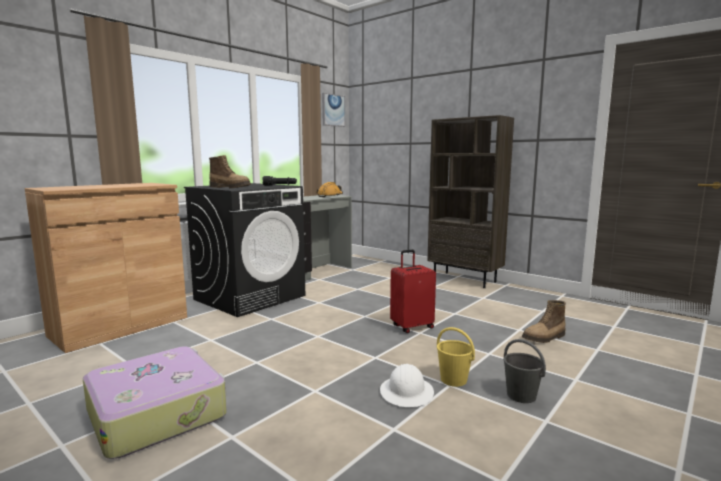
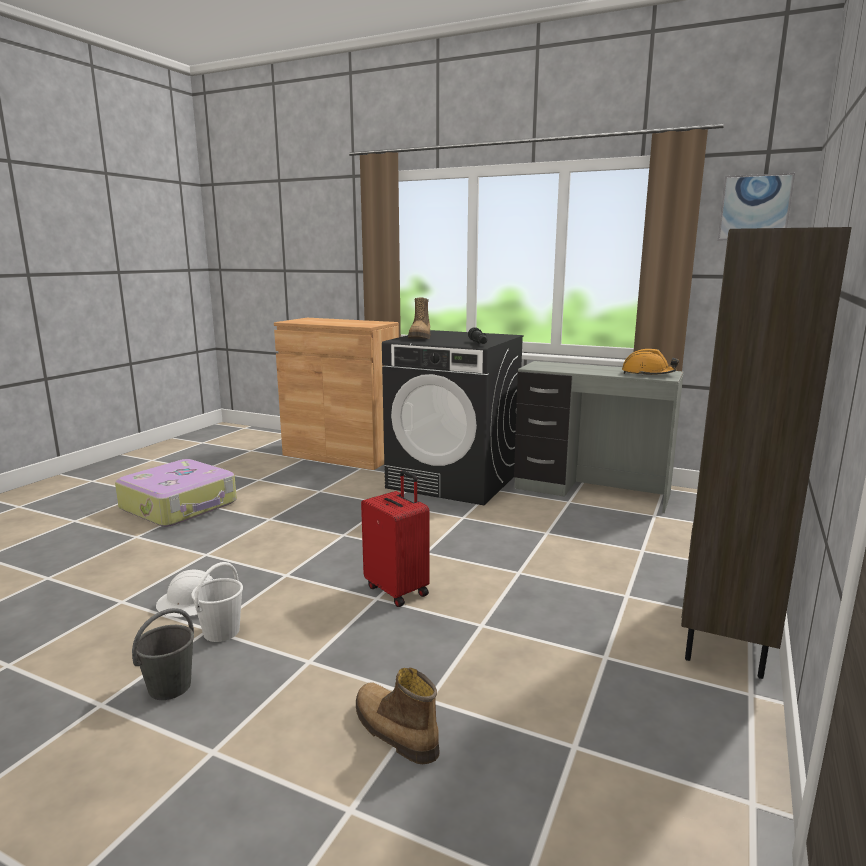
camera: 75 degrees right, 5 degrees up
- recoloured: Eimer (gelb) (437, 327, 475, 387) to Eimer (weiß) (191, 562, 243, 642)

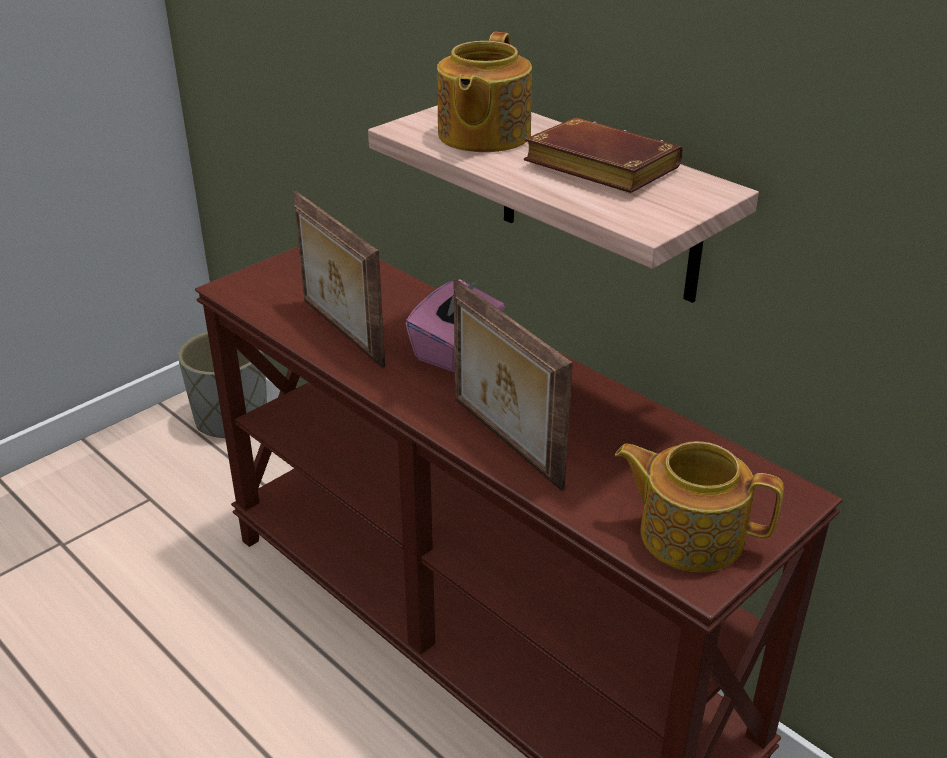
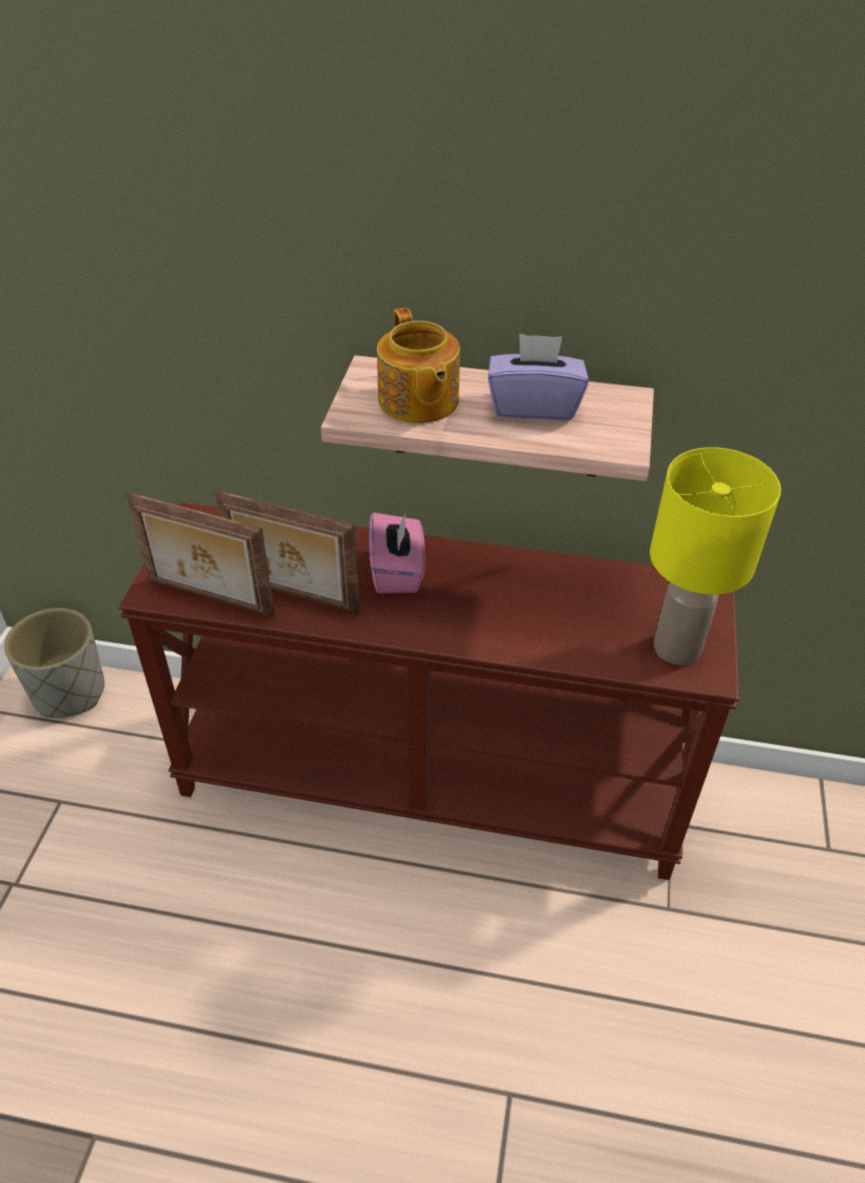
camera: 35 degrees left, 10 degrees up
- replaced: Buch (braun) (524, 118, 683, 193) to Taschentuchbox (lila) (488, 333, 589, 420)
- moved: Bilderrahmen (454, 279, 573, 491) to (126, 492, 275, 617)
- replaced: Teekanne (615, 441, 784, 572) to Tischlampe (gelb) (650, 447, 781, 665)

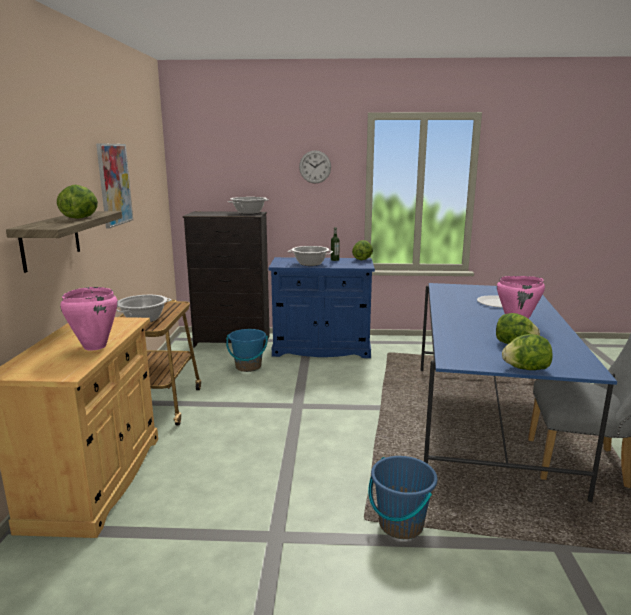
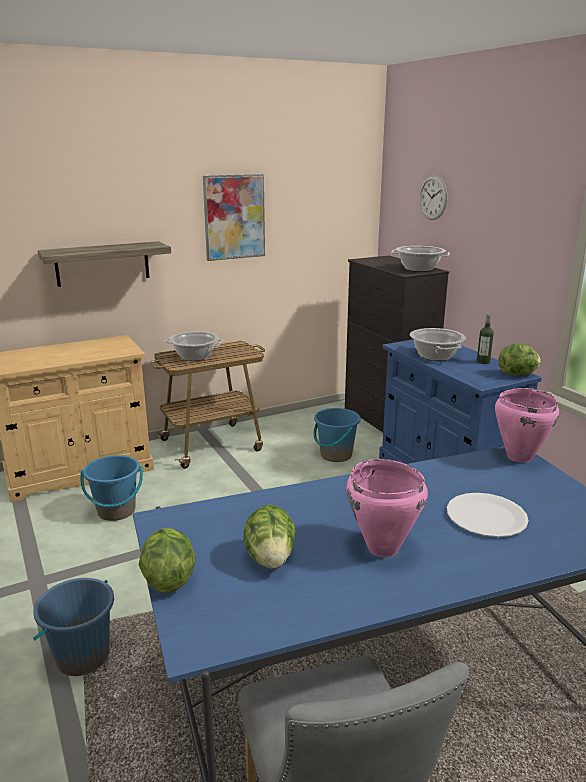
camera: 60 degrees right, 5 degrees up
- moved: Wanduhr (299, 150, 331, 184) to (419, 175, 447, 220)
- removed: Salatkopf (57, 185, 98, 219)
- moved: Kochtopf (rosa) (60, 287, 118, 351) to (495, 388, 559, 463)
- added: Eimer (blau) (80, 455, 143, 521)

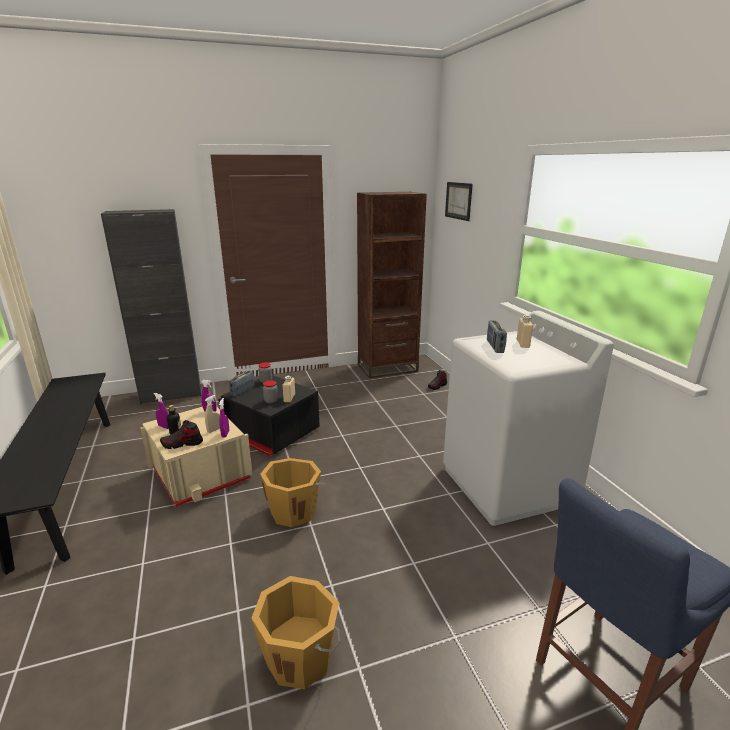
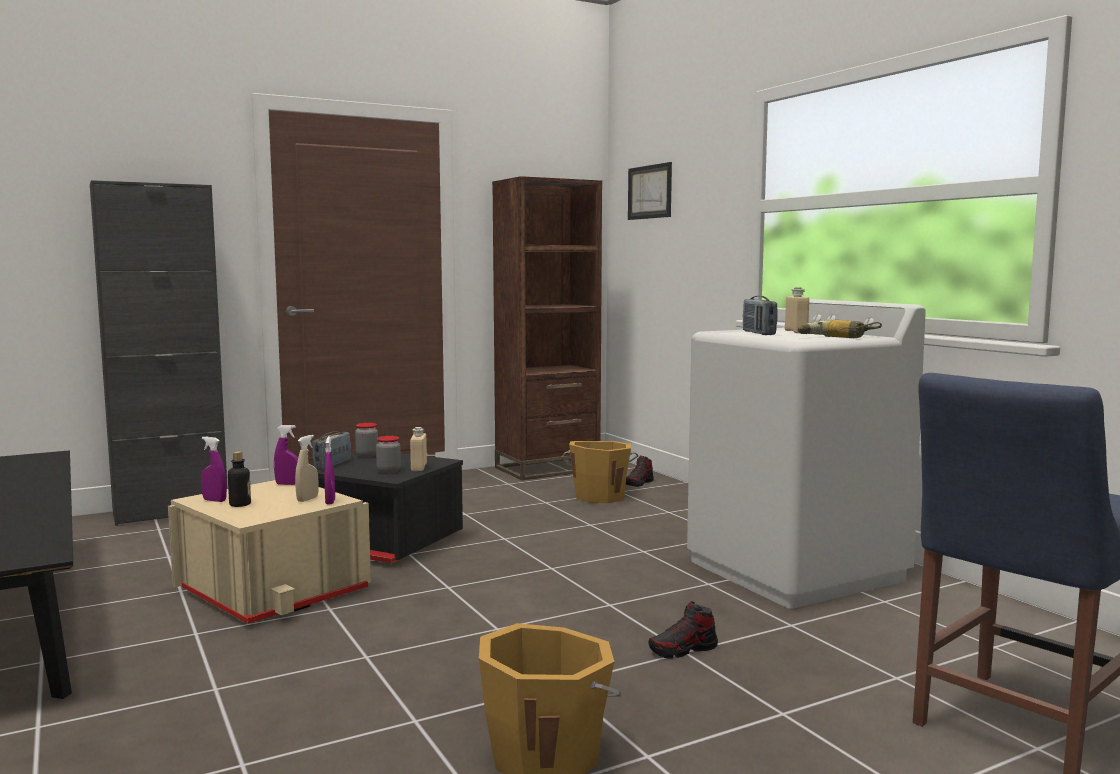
camera: 10 degrees left, 15 degrees down
- moved: Schuh (160, 420, 203, 449) to (648, 601, 718, 659)
- moved: Eimer (orange) (260, 458, 326, 527) to (562, 441, 639, 503)
- added: Bohrmaschine (798, 319, 882, 338)

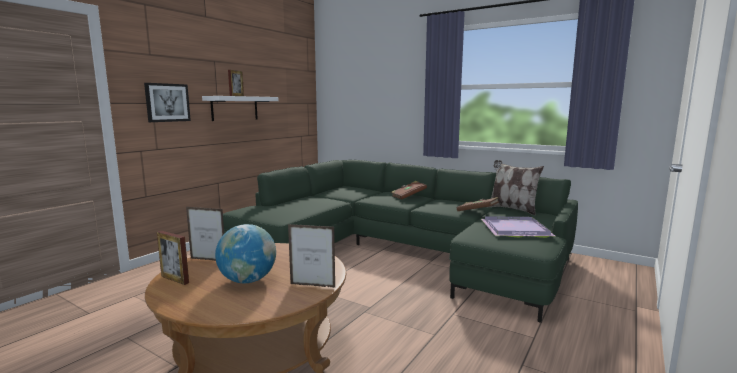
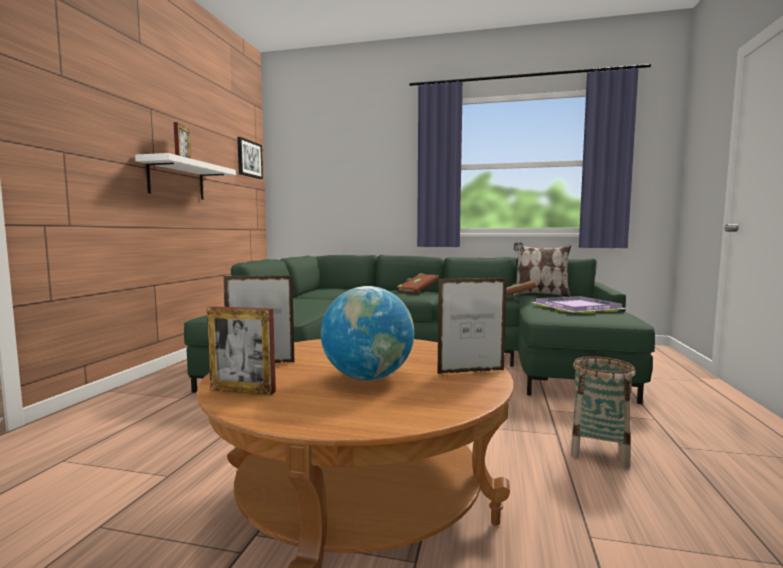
camera: 20 degrees left, 5 degrees down
- moved: Bild (144, 83, 191, 122) to (237, 137, 263, 179)
- added: Korb (571, 356, 636, 468)

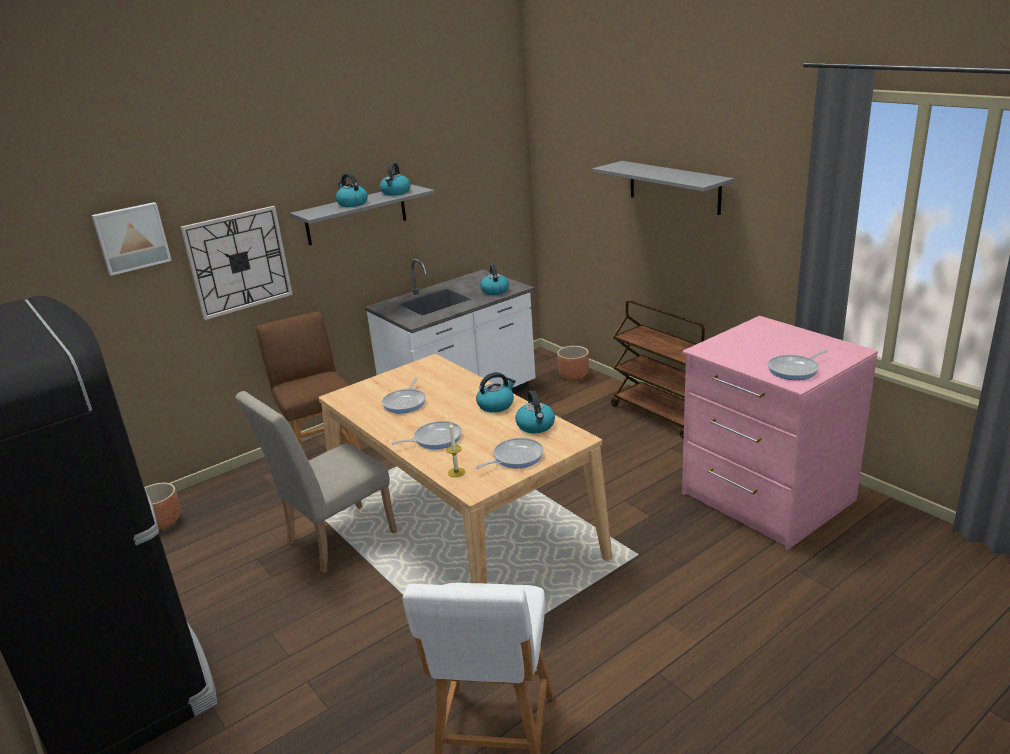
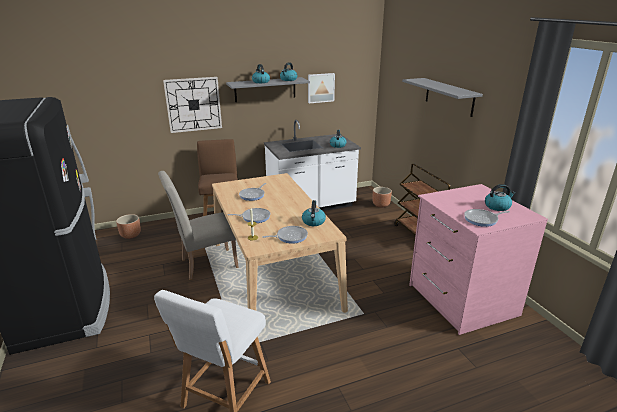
camera: 15 degrees right, 0 degrees up
- moved: Bild (92, 202, 172, 276) to (308, 73, 335, 103)
- moved: Wasserkessel (476, 372, 516, 413) to (485, 184, 515, 211)

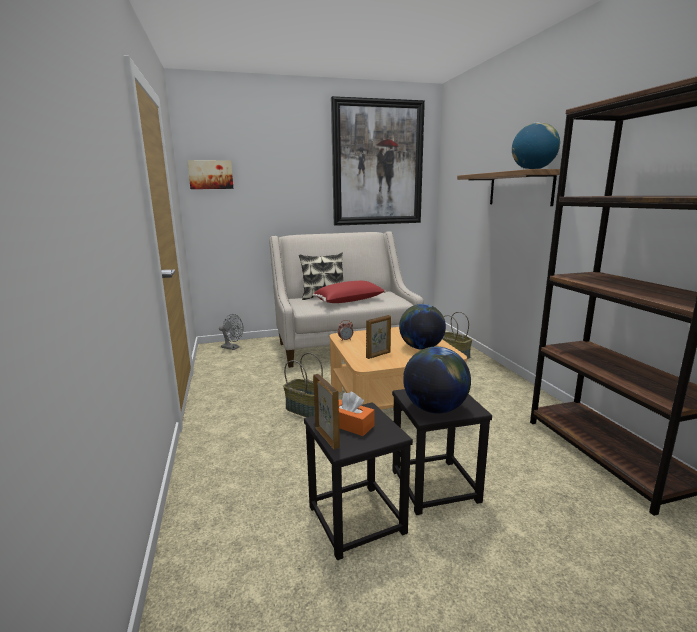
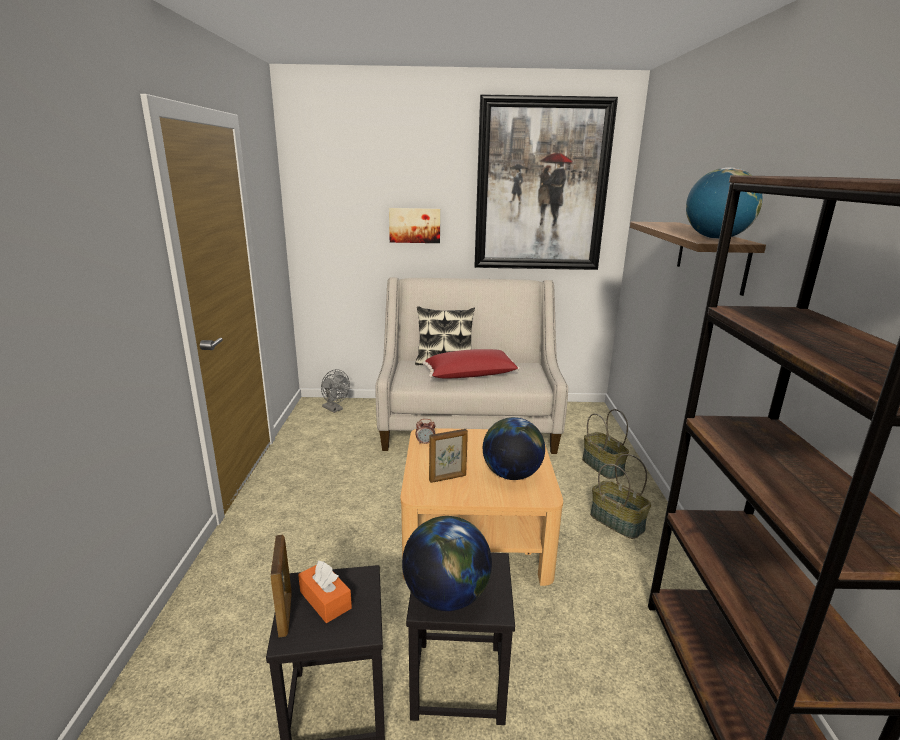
camera: 15 degrees right, 5 degrees up
- moved: Bild (187, 160, 233, 189) to (389, 208, 440, 243)
- moved: Korb (283, 353, 323, 417) to (590, 454, 651, 539)

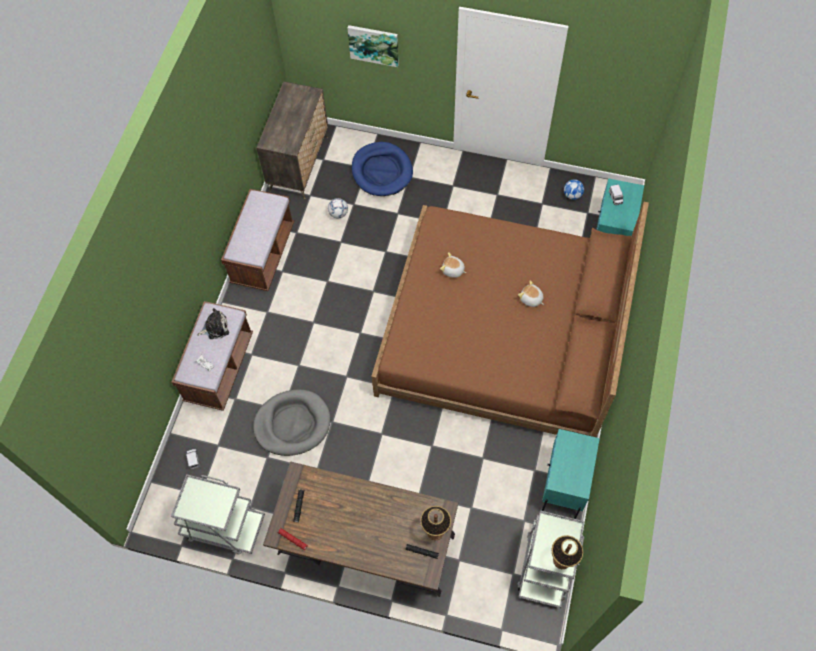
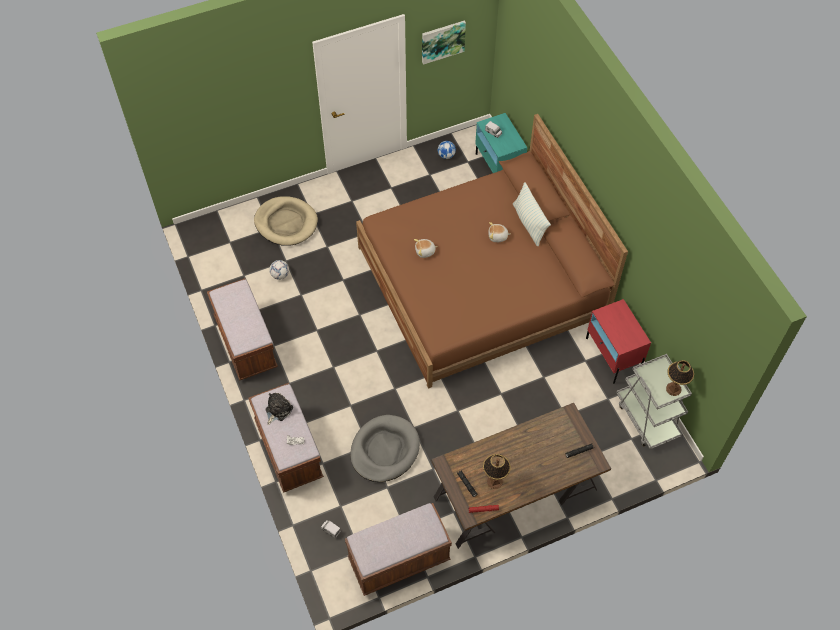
camera: 40 degrees left, 5 degrees down
- moved: Bild (348, 25, 399, 67) to (422, 21, 466, 65)
- removed: Kommode (256, 82, 328, 199)
- recoloured: Hundebett (blau) (352, 142, 413, 196) to Hundebett (beige) (254, 196, 318, 246)
- recoloured: Nachttisch (türkis) (542, 429, 600, 519) to Nachttisch (rot) (586, 299, 651, 384)
- replaced: Rollwagen (grau) (171, 474, 265, 554) to Bank (braun) (345, 503, 452, 596)
- moved: Tischlampe (420, 506, 451, 540) to (483, 454, 511, 489)
- added: Kissen (513, 182, 551, 246)

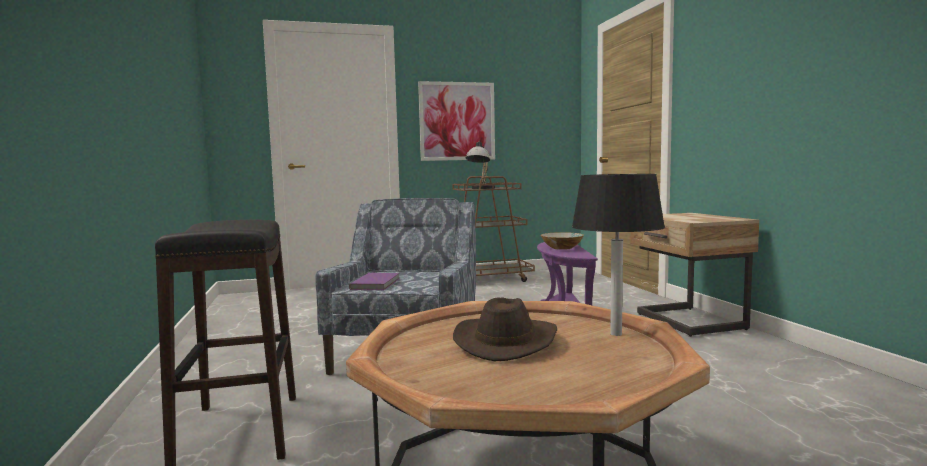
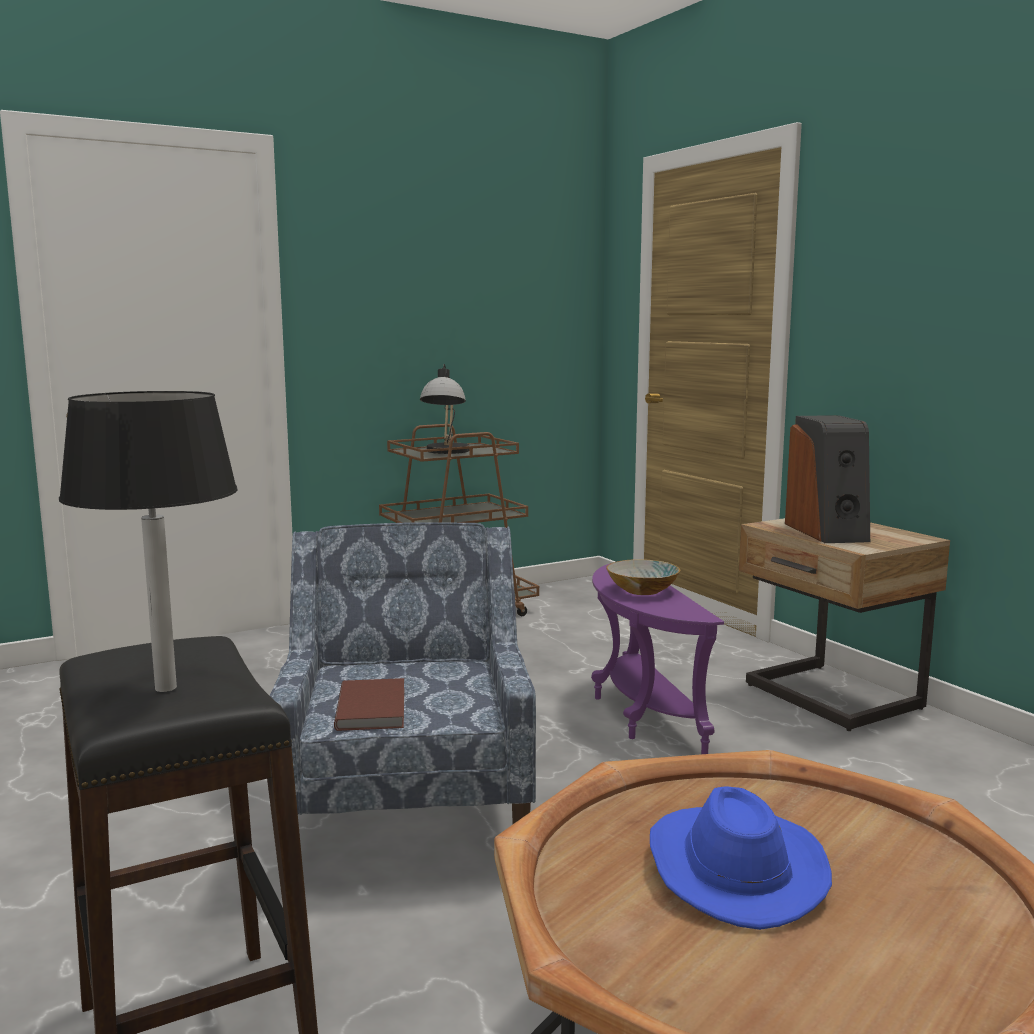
camera: 15 degrees left, 5 degrees up
- removed: Bild (418, 81, 495, 161)
- moved: Tischlampe (schwarz) (572, 174, 665, 336) to (59, 391, 238, 692)
- recoloured: Buch (lila) (349, 273, 399, 290) to Buch (braun) (334, 678, 404, 731)
- recoloured: Hut (braun) (453, 297, 557, 361) to Hut (blau) (650, 786, 832, 930)
- added: Lautsprecher (785, 415, 870, 543)

